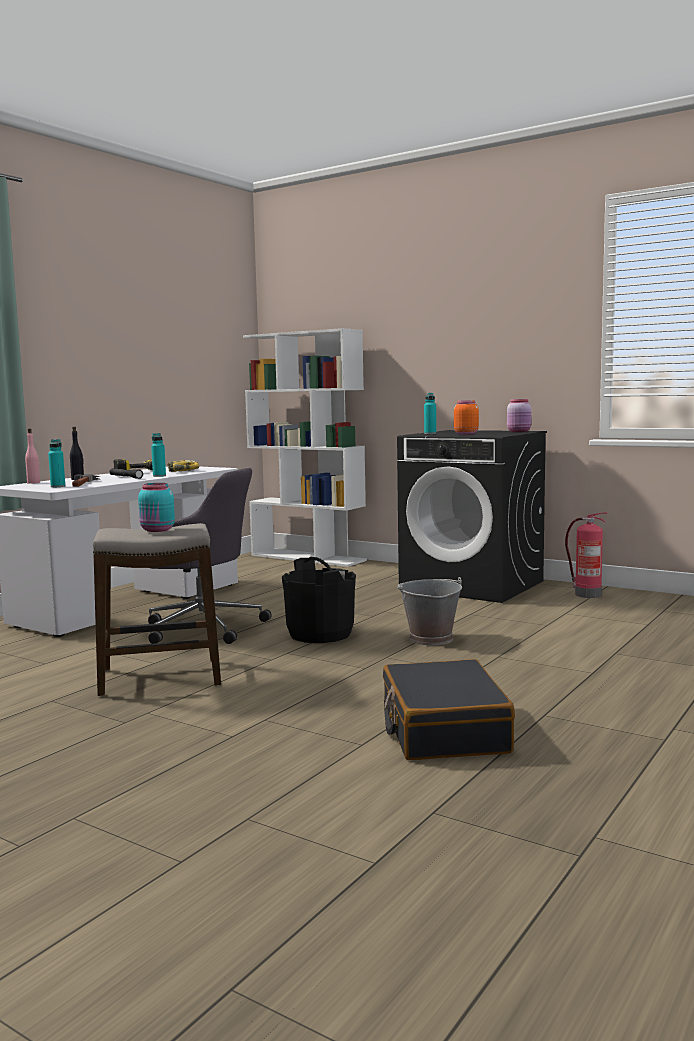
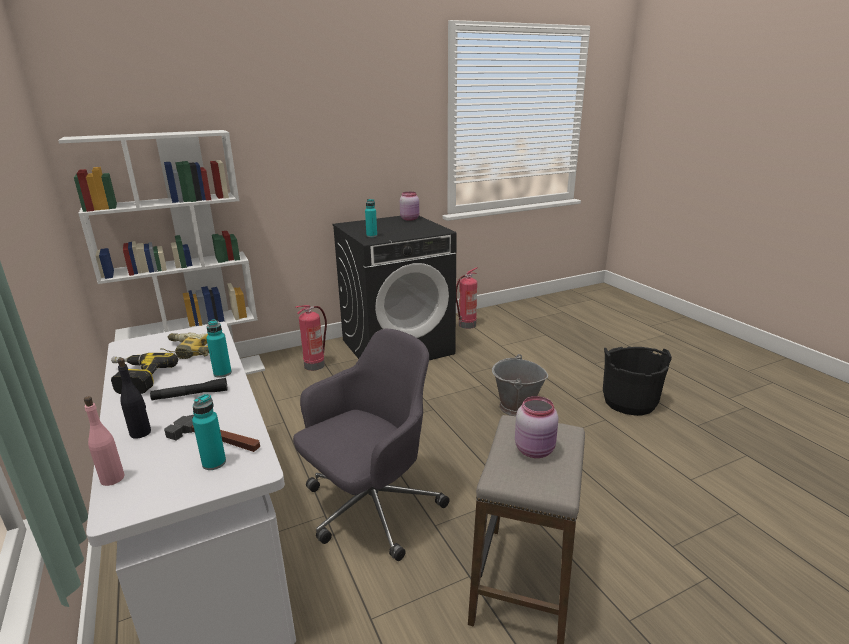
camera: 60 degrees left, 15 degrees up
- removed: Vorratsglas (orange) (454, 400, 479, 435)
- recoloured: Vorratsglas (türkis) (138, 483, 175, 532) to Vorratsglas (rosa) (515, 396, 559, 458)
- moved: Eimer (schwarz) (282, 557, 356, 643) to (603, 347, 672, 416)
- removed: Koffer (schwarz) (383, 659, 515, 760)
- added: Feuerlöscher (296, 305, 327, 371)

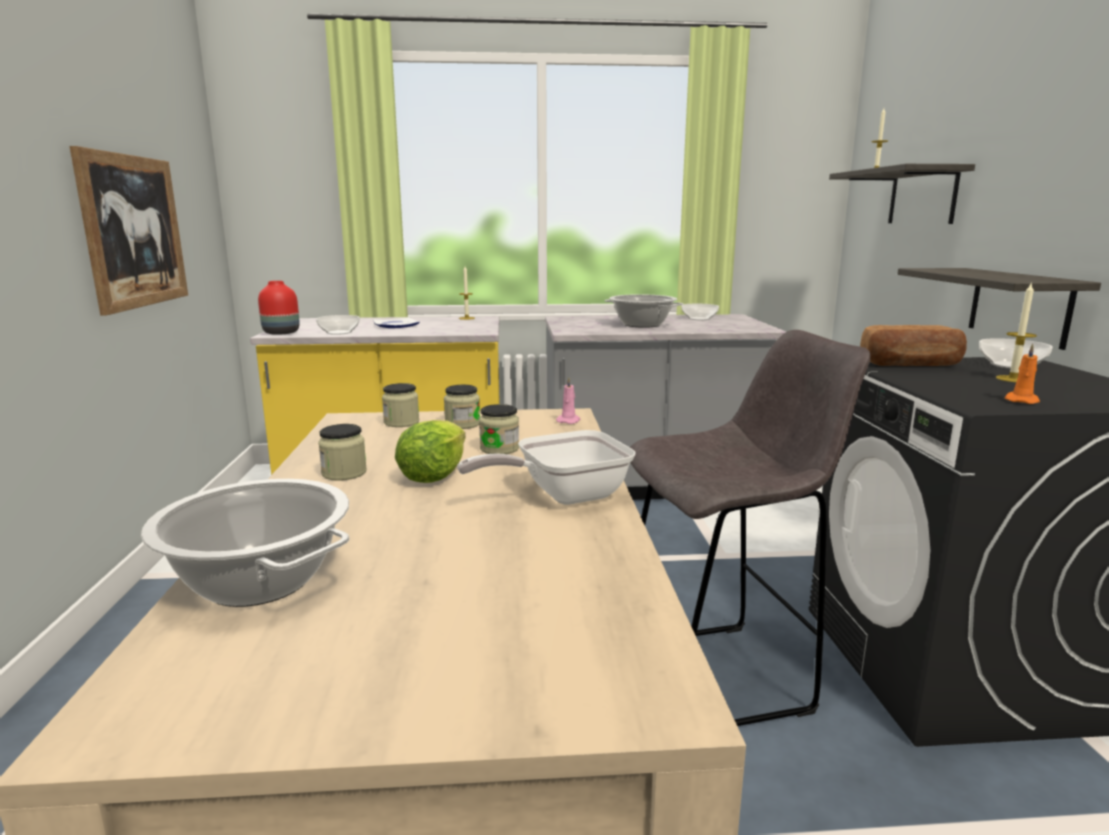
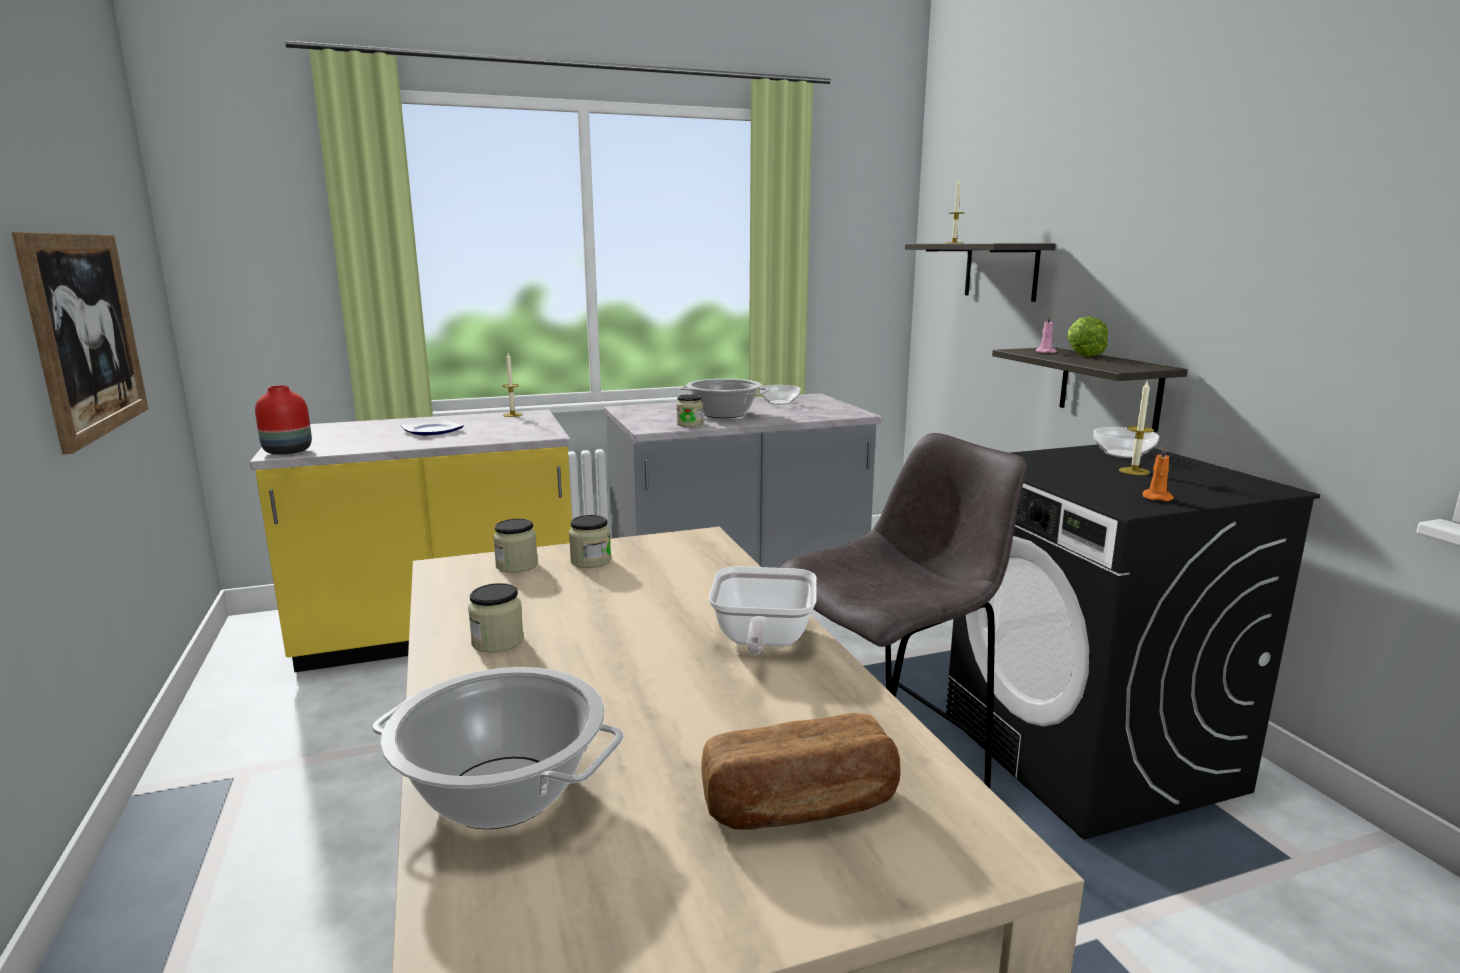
camera: 15 degrees left, 0 degrees up
- removed: Schüssel (316, 315, 360, 335)
- moved: Brot (860, 325, 967, 366) to (701, 713, 900, 830)
- moved: Kerze (rosa) (556, 377, 580, 424) to (1036, 314, 1057, 353)
- moved: Vorratsglas (479, 404, 519, 454) to (676, 394, 703, 427)
- moved: Salatkopf (395, 420, 466, 483) to (1067, 317, 1108, 357)
- turned: Pfanne (457, 430, 636, 505) = (709, 566, 817, 655) 45 degrees counterclockwise

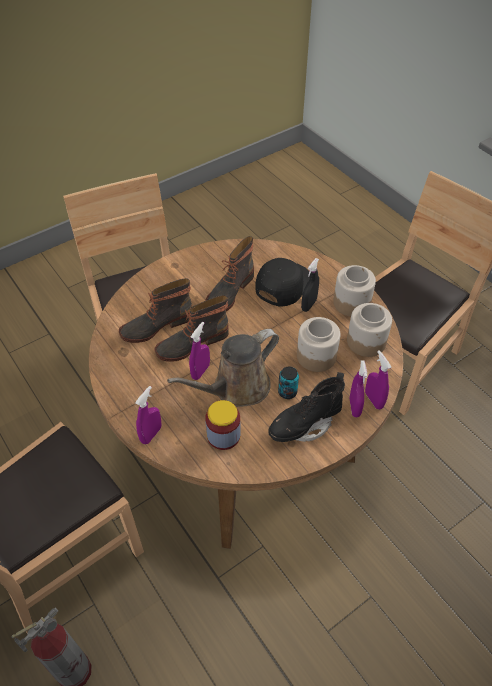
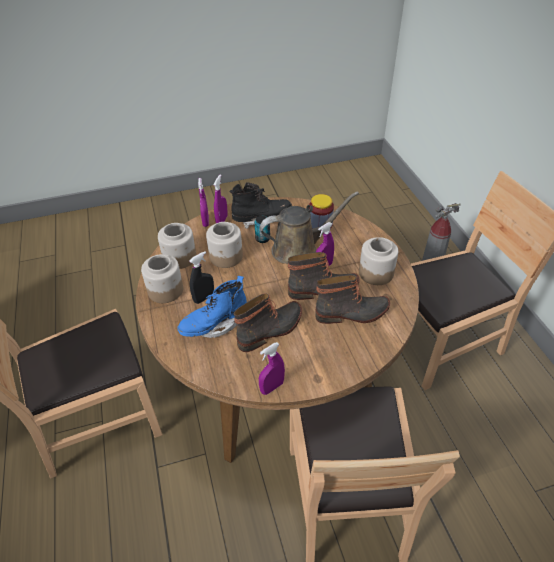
camera: 160 degrees left, 5 degrees down
- replaced: Kappe (schwarz) (255, 258, 310, 307) to Stiefel (blau) (178, 276, 247, 338)
- moved: Sprühflasche (lila) (135, 386, 161, 444) to (259, 342, 285, 395)
- added: Vorratsglas (359, 237, 398, 285)

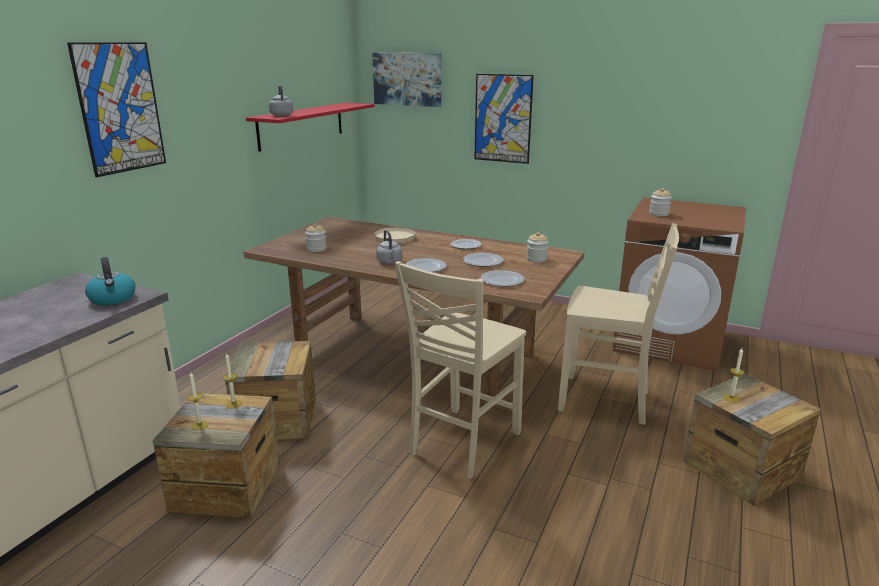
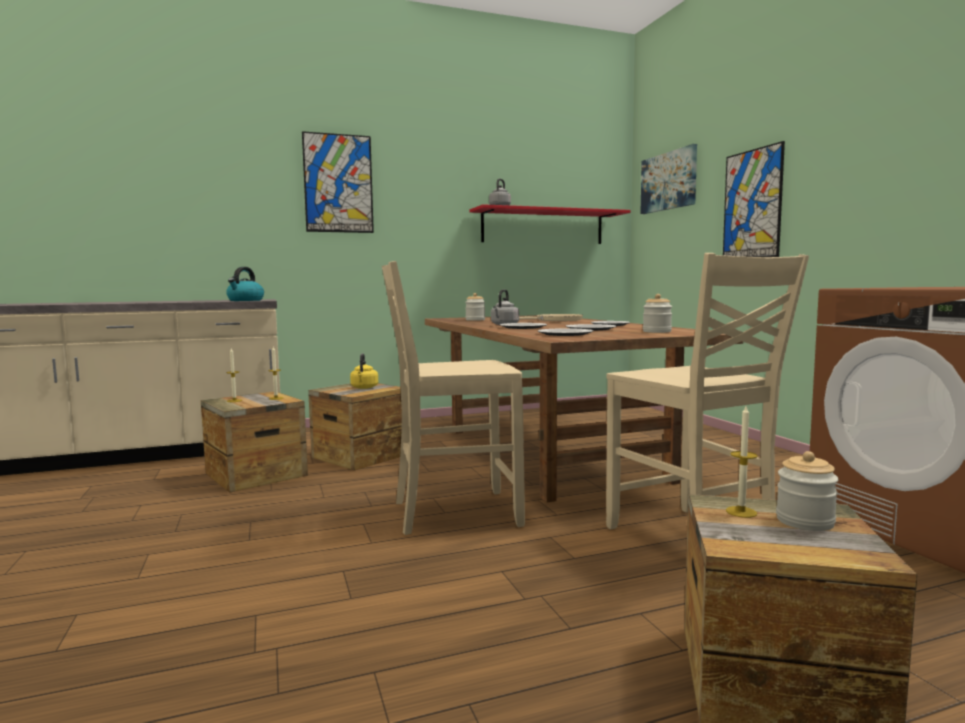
camera: 45 degrees right, 15 degrees down
- moved: Vorratsglas (649, 188, 672, 216) to (776, 451, 839, 531)
- added: Wasserkessel (gelb) (350, 353, 378, 389)

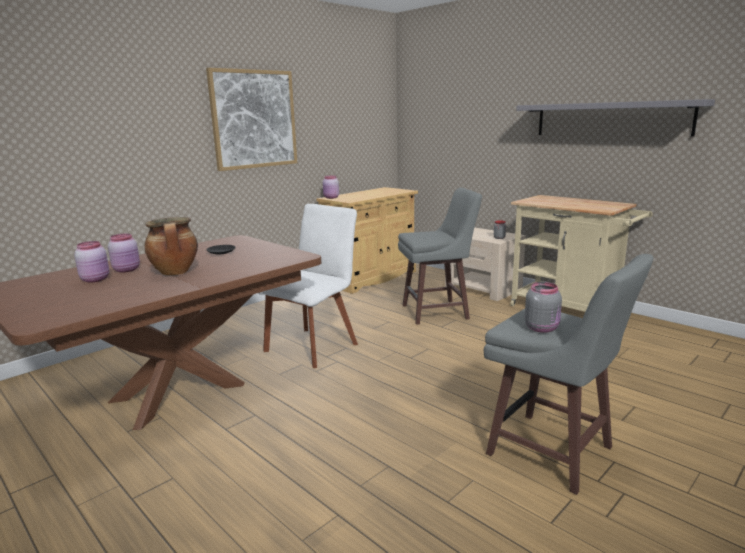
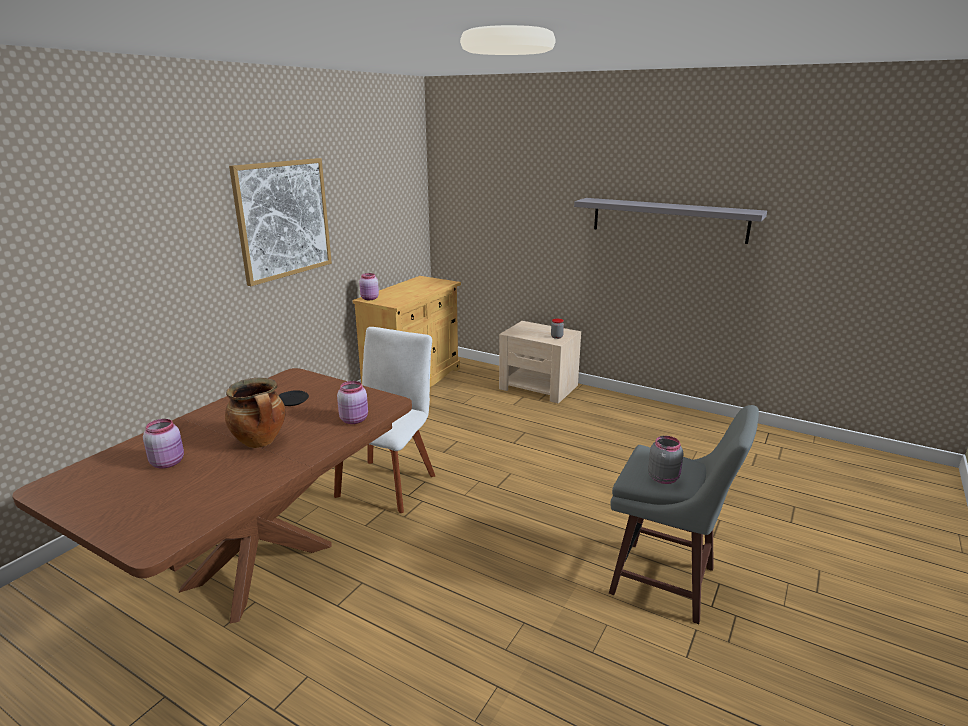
camera: 15 degrees left, 5 degrees up
- removed: Hocker (grau) (398, 188, 482, 325)
- removed: Rollwagen (beige) (510, 195, 653, 312)
- moved: Vorratsglas (rosa) (108, 233, 140, 272) to (337, 381, 368, 424)

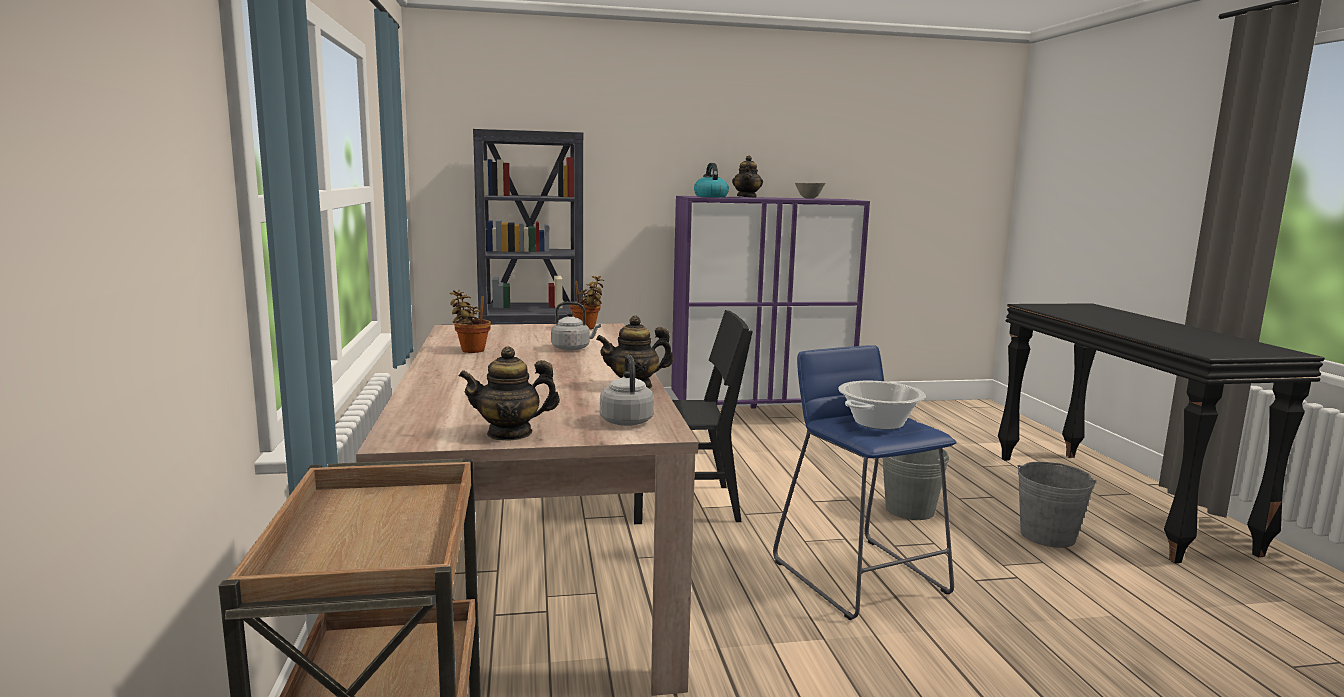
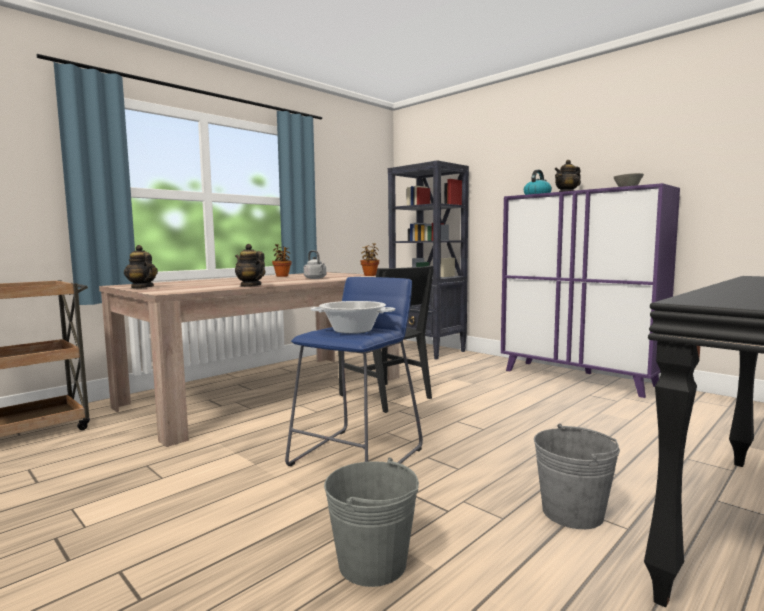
camera: 55 degrees right, 5 degrees down
- removed: Wasserkessel (grau) (600, 355, 654, 426)
- moved: Eimer (grau) (883, 449, 950, 520) to (324, 458, 419, 587)

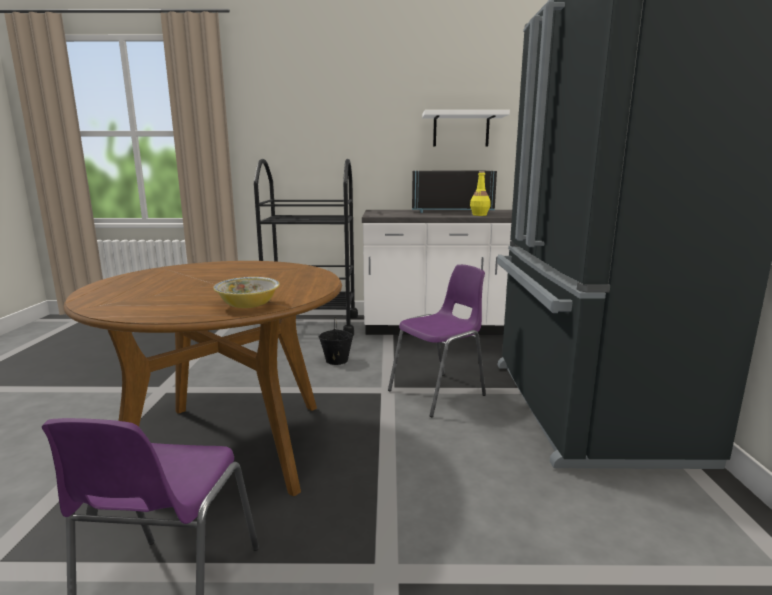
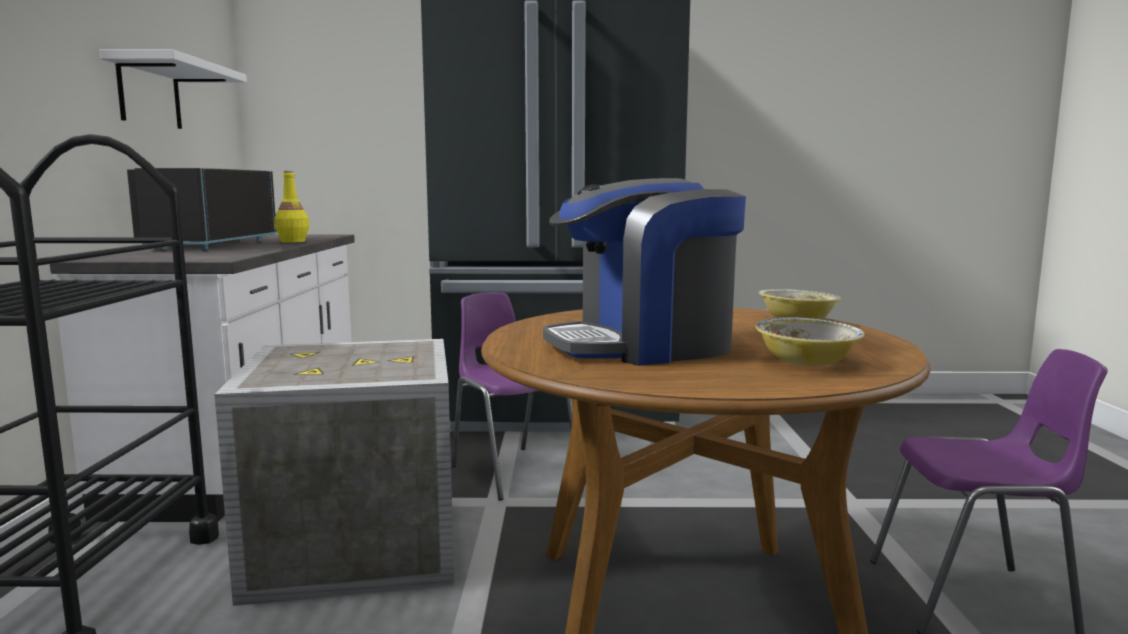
camera: 90 degrees left, 5 degrees down
- replaced: Eimer (schwarz) (319, 317, 353, 365) to Kiste (214, 339, 454, 606)
- added: Kaffeemaschine (543, 178, 746, 366)
- added: Schüssel (755, 317, 864, 366)

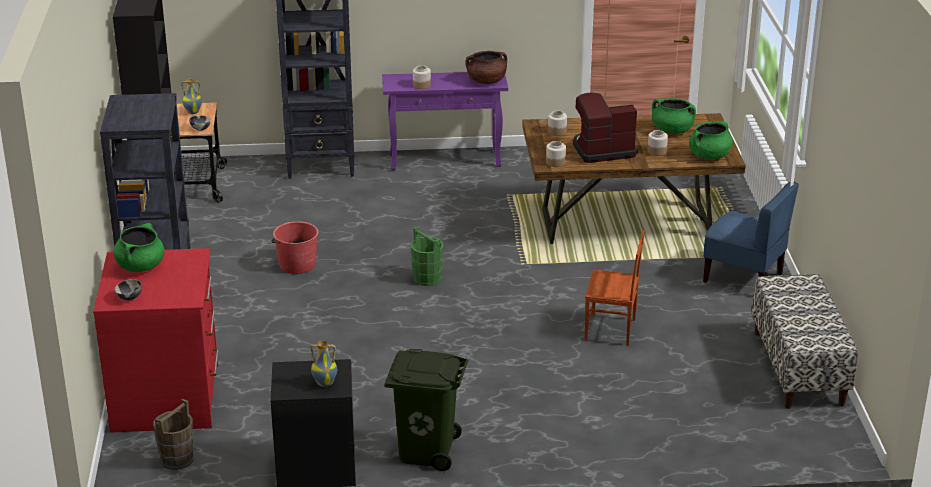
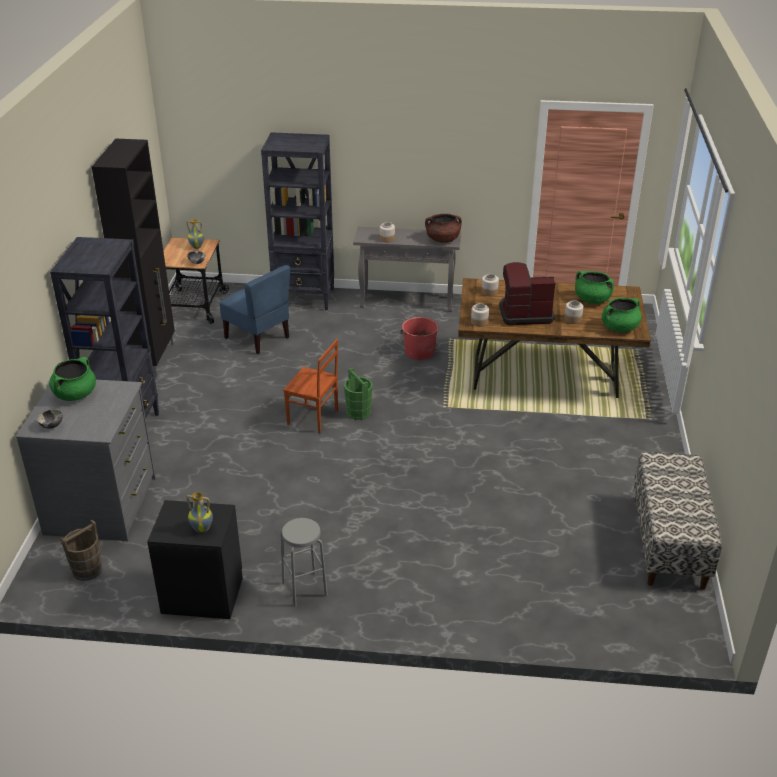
camera: 10 degrees right, 5 degrees up
- recoloured: Konsolentisch (lila) (382, 72, 508, 170) to Konsolentisch (grau) (353, 227, 461, 312)
- moved: Stuhl (blau) (703, 182, 799, 283) to (219, 265, 290, 354)
- moved: Eimer (rot) (271, 221, 319, 274) to (400, 317, 439, 360)
- moved: Stuhl (braun) (585, 230, 645, 346) to (283, 339, 338, 433)
- recoloured: Kommode (rot) (93, 248, 219, 433) to Kommode (grau) (16, 380, 156, 541)
- replaced: Mülleimer (grün) (384, 349, 468, 471) to Hocker (grau) (281, 518, 328, 607)

